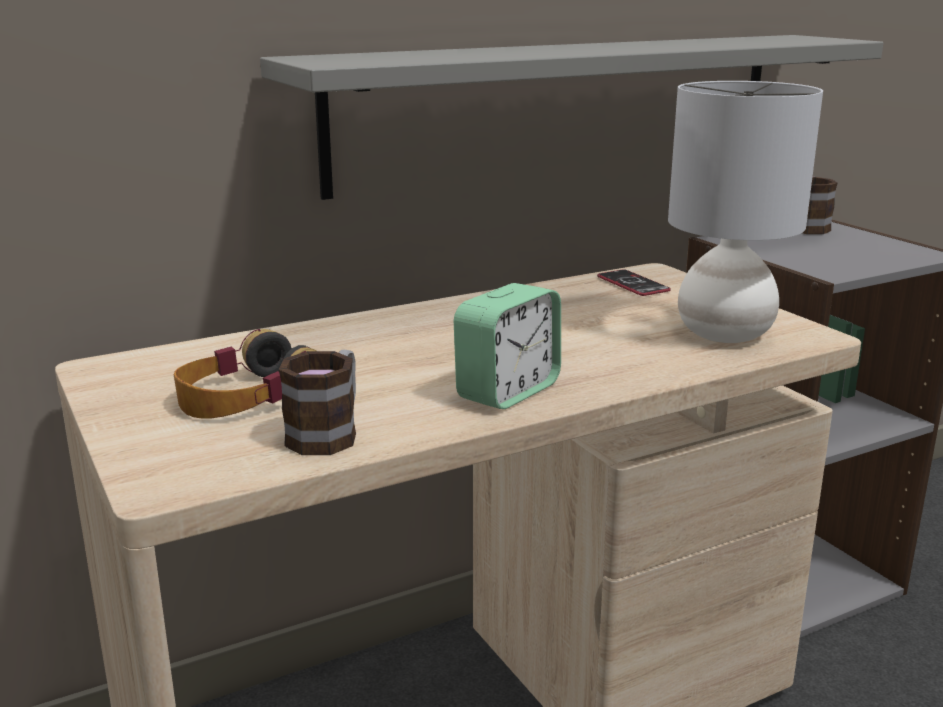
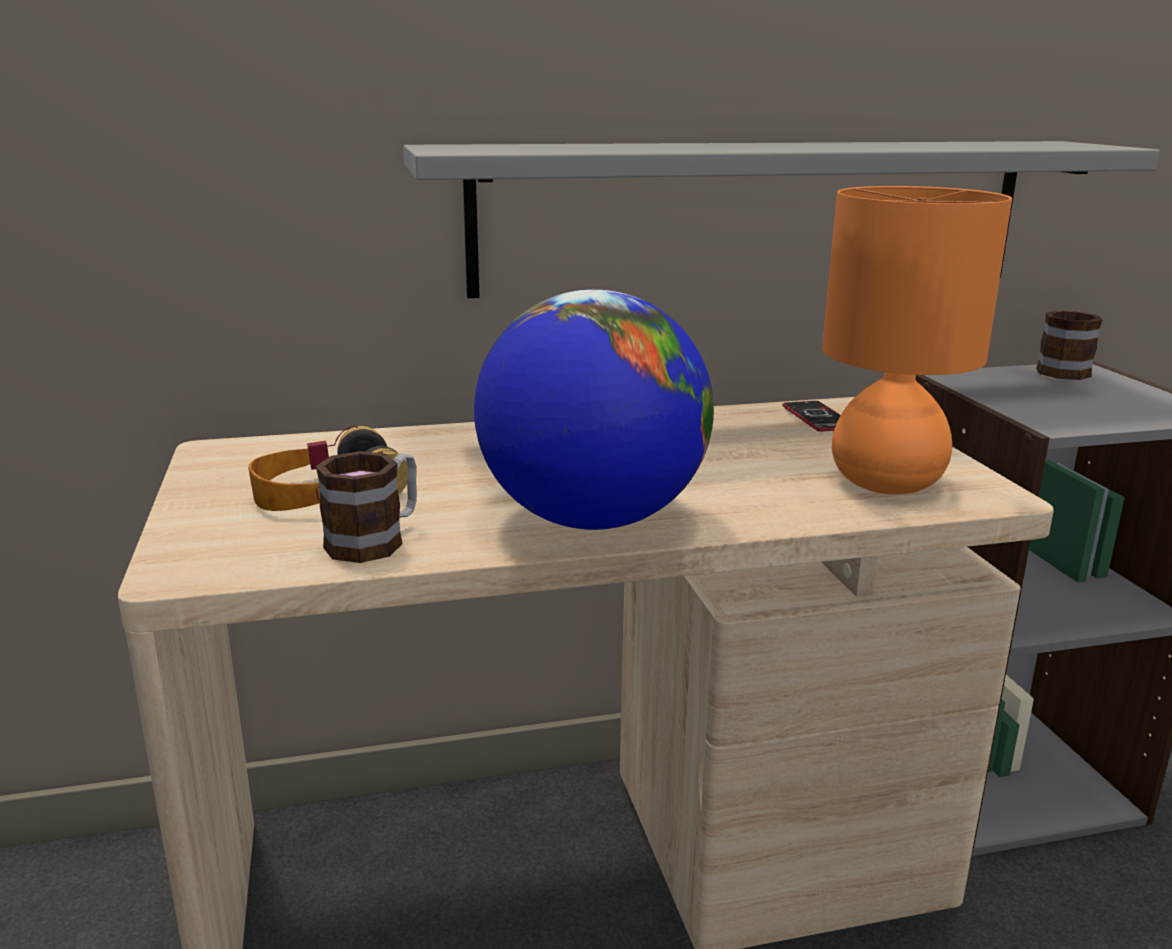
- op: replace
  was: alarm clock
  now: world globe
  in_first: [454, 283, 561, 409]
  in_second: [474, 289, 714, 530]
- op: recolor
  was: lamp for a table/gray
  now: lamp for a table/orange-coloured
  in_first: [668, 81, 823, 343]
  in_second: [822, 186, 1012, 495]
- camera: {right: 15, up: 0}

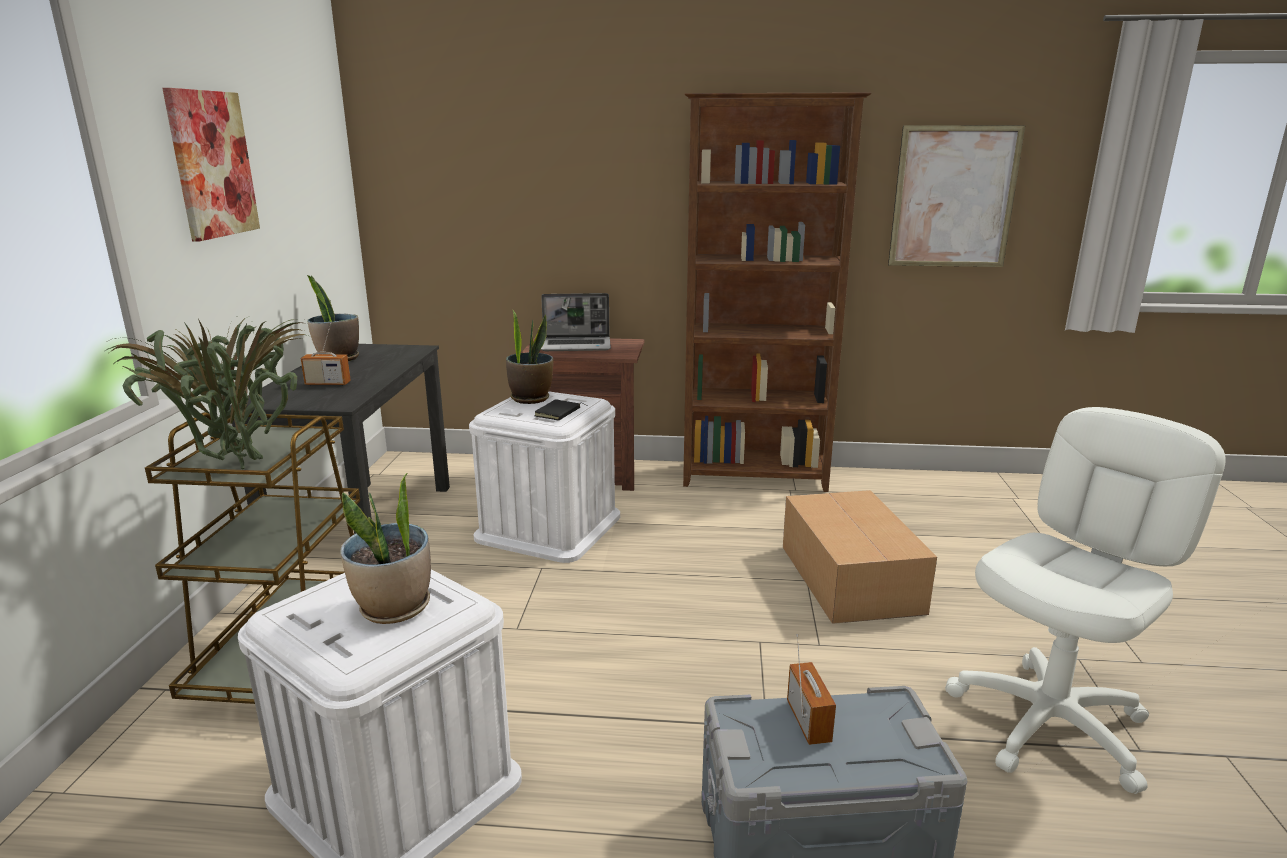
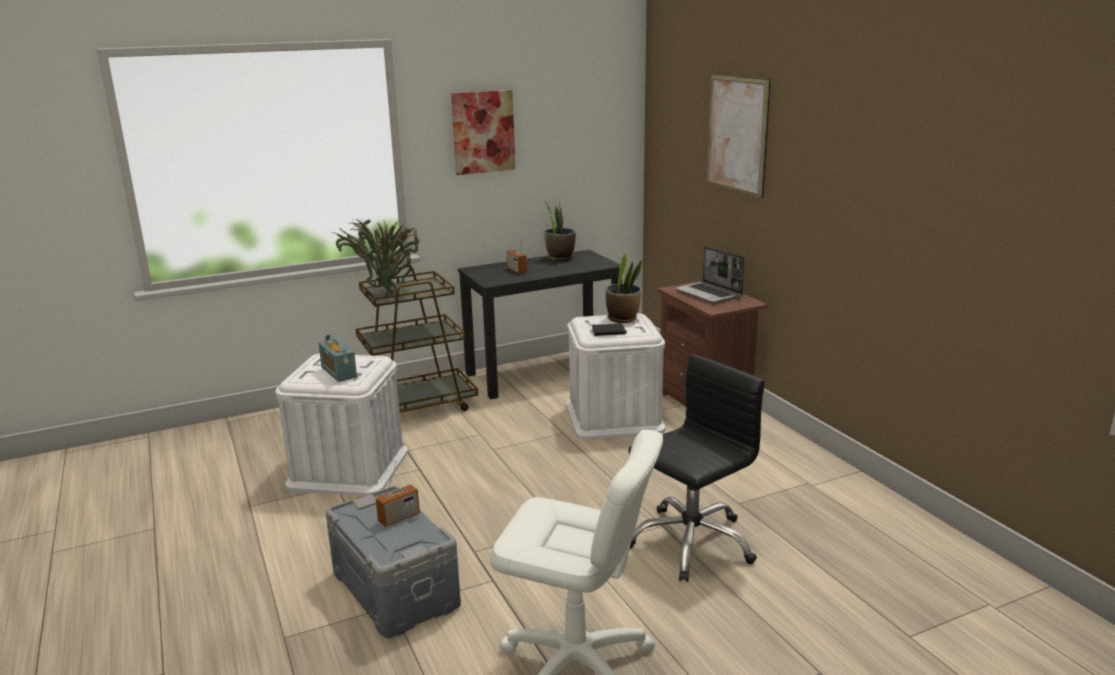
- op: replace
  was: houseplant
  now: radio set
  in_first: [340, 473, 431, 624]
  in_second: [319, 334, 357, 382]
- op: replace
  was: cardboard box
  now: computer chair/black-coloured
  in_first: [783, 490, 937, 624]
  in_second: [628, 354, 765, 582]
- op: move
  was: wall picture
  in_first: [888, 125, 1025, 267]
  in_second: [707, 74, 771, 198]
- op: delete
  was: bookcase/brown-coloured
  in_first: [683, 92, 871, 492]
- camera: {right: 60, up: 0}

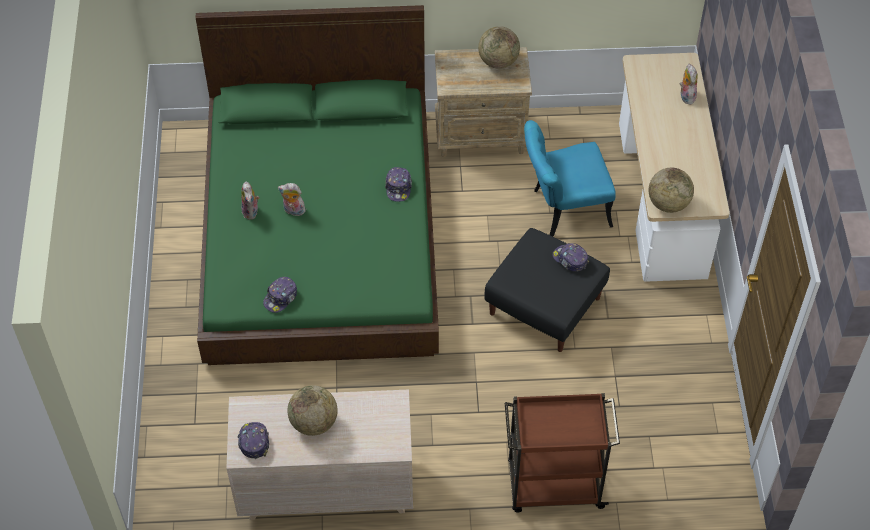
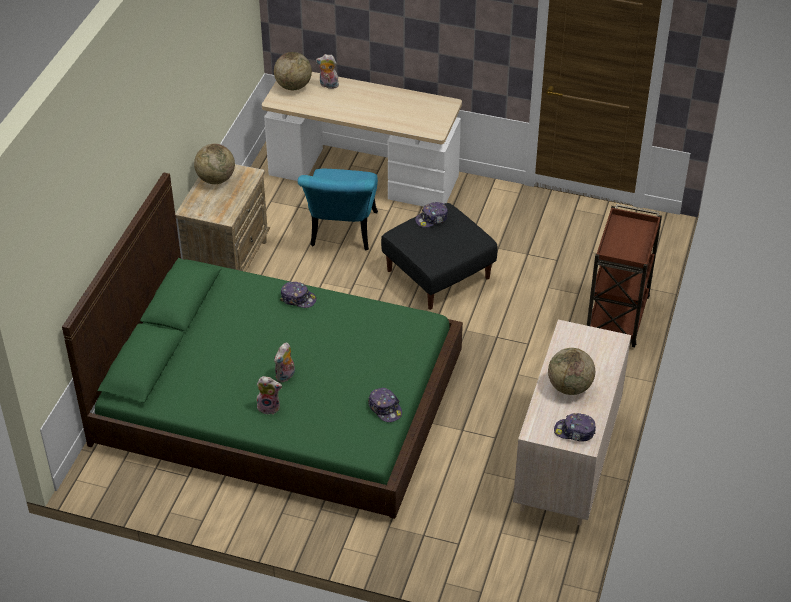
- op: move
  was: world globe
  in_first: [649, 168, 694, 213]
  in_second: [274, 52, 312, 90]
- camera: {right: -70, up: -10}

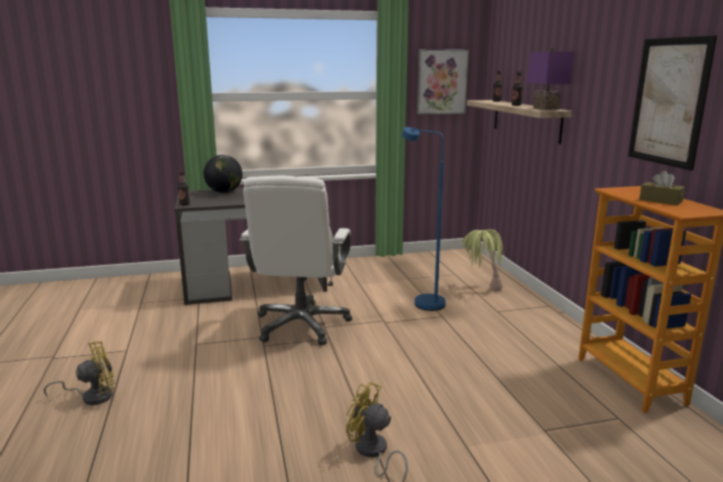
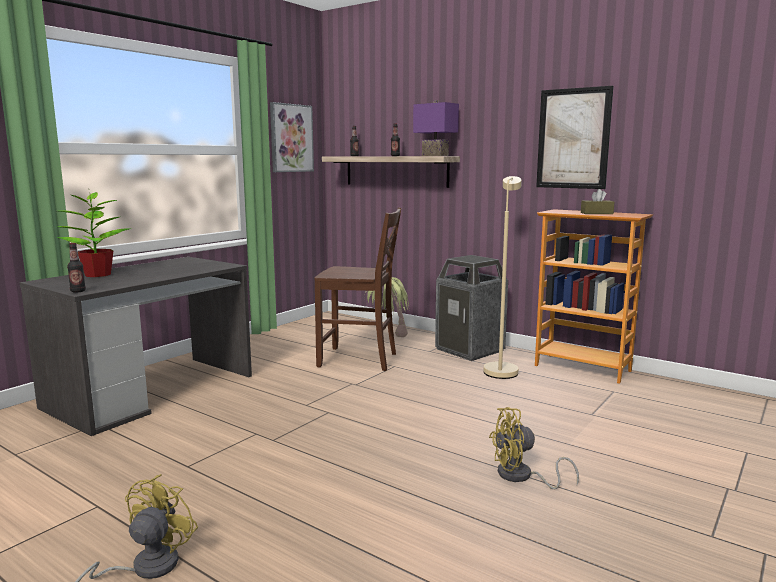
- op: replace
  was: world globe
  now: houseplant
  in_first: [204, 155, 242, 193]
  in_second: [57, 192, 131, 277]
- op: replace
  was: standard lamp/bluish
  now: chair/brown-coloured
  in_first: [402, 127, 446, 311]
  in_second: [315, 208, 401, 371]
- op: insert
  now: trash can
  in_second: [435, 255, 508, 361]
- op: insert
  now: standard lamp/beige
  in_second: [484, 176, 521, 379]
- op: delete
  was: computer chair/white-coloured
  in_first: [240, 176, 352, 345]
- camera: {right: -40, up: -5}

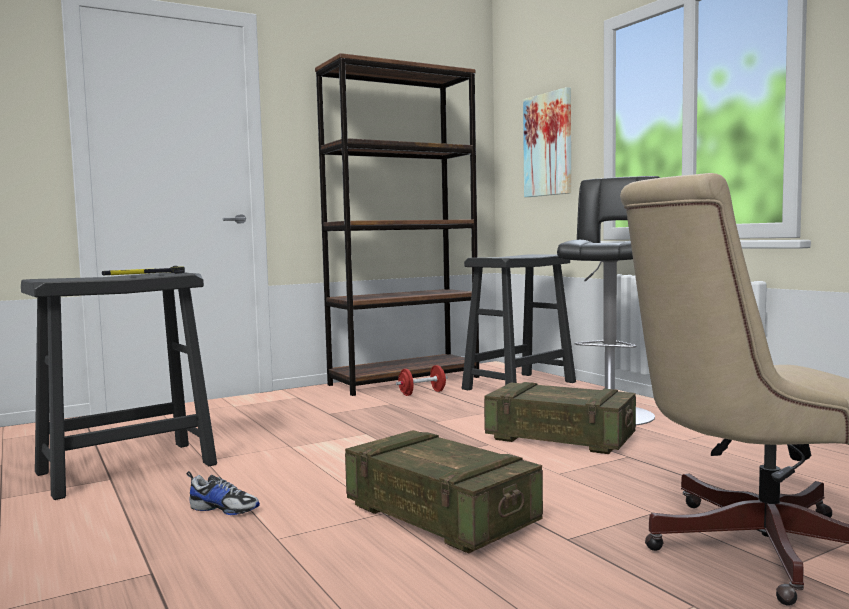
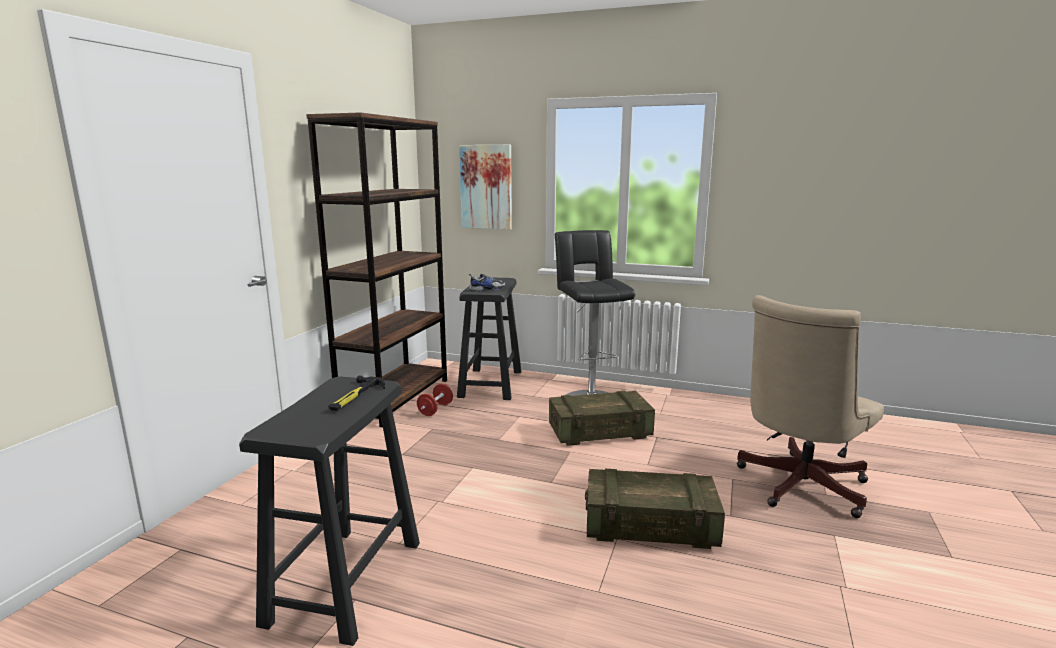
- op: move
  was: item of footwear
  in_first: [186, 471, 260, 515]
  in_second: [469, 274, 506, 291]
- camera: {right: -40, up: 10}

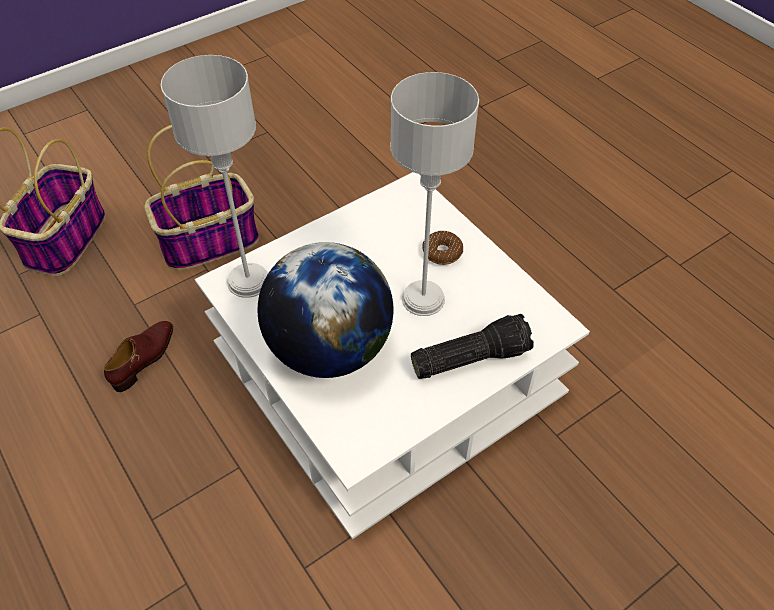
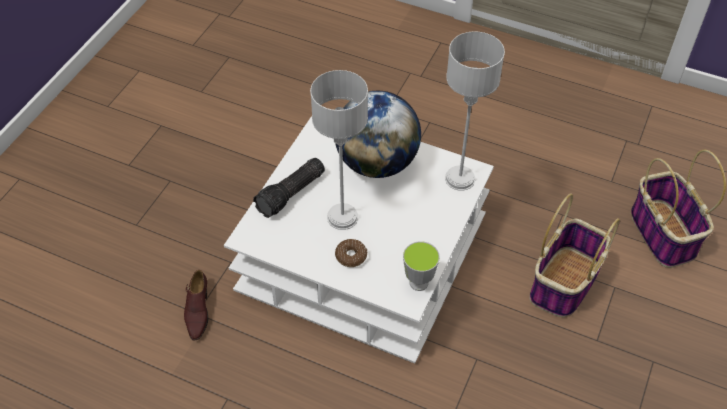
- op: move
  was: item of footwear/brown-coloured
  in_first: [104, 321, 173, 392]
  in_second: [184, 270, 208, 341]
- op: insert
  now: small cup
  in_second: [403, 241, 440, 291]
- camera: {right: 150, up: 0}

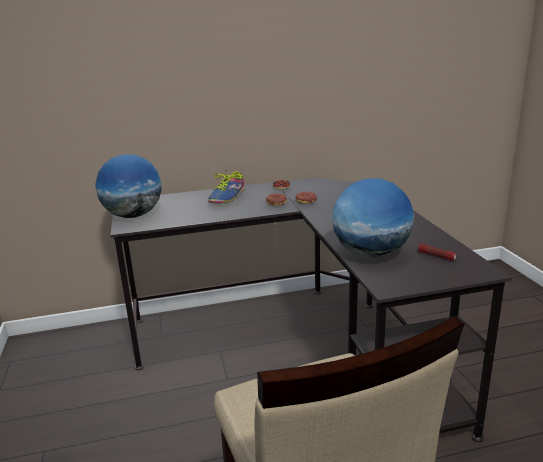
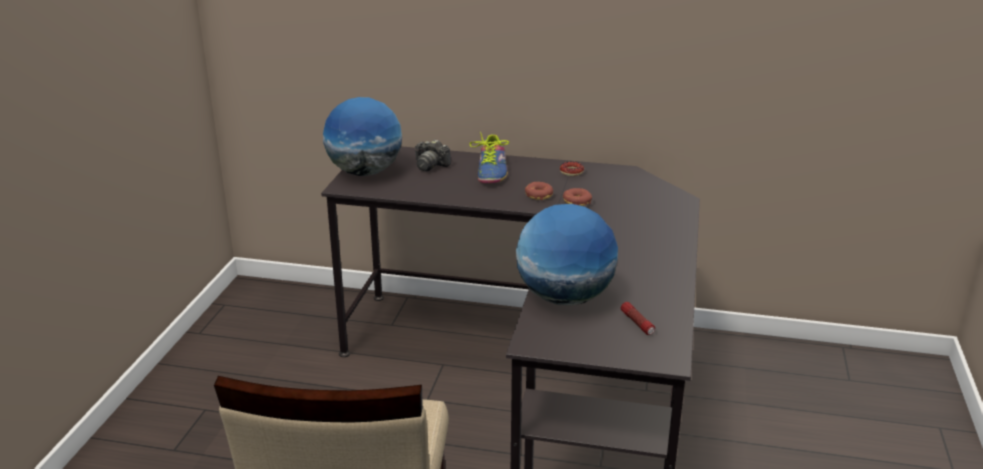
- op: insert
  now: still camera
  in_second: [415, 139, 451, 171]
- op: rotate
  was: item of footwear
  in_first: [208, 169, 245, 203]
  in_second: [470, 132, 509, 183]
  clockwise: -45
- camera: {right: 25, up: 5}

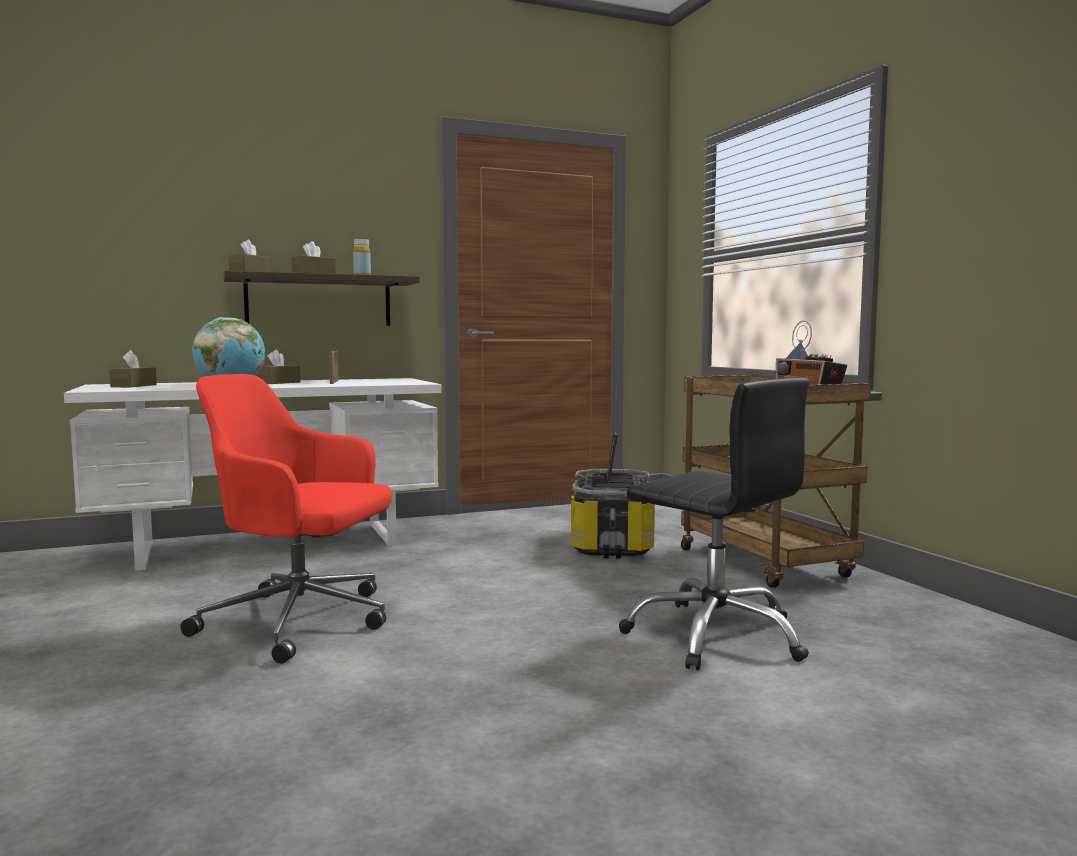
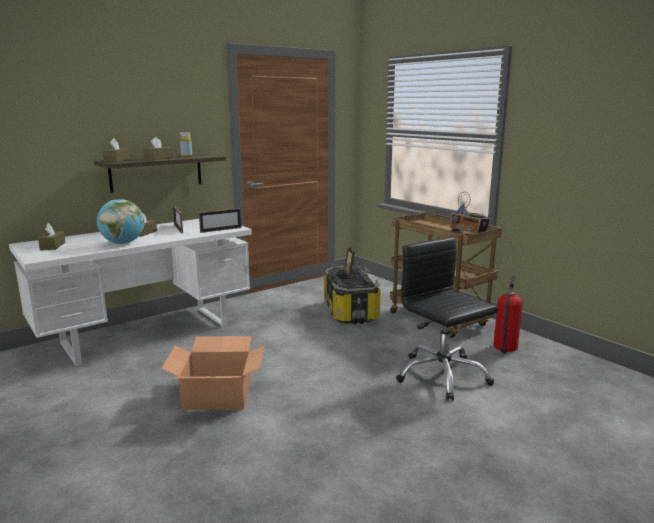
- op: replace
  was: computer chair/red-coloured
  now: cardboard box
  in_first: [180, 374, 392, 664]
  in_second: [161, 336, 265, 410]
- op: insert
  now: picture frame
  in_second: [199, 208, 242, 233]
- op: rotate
  was: computer chair/black-coloured
  in_first: [619, 378, 810, 671]
  in_second: [396, 237, 498, 401]
  clockwise: -150
- op: insert
  now: extinguisher
  in_second: [494, 276, 523, 353]
- camera: {right: -15, up: 10}

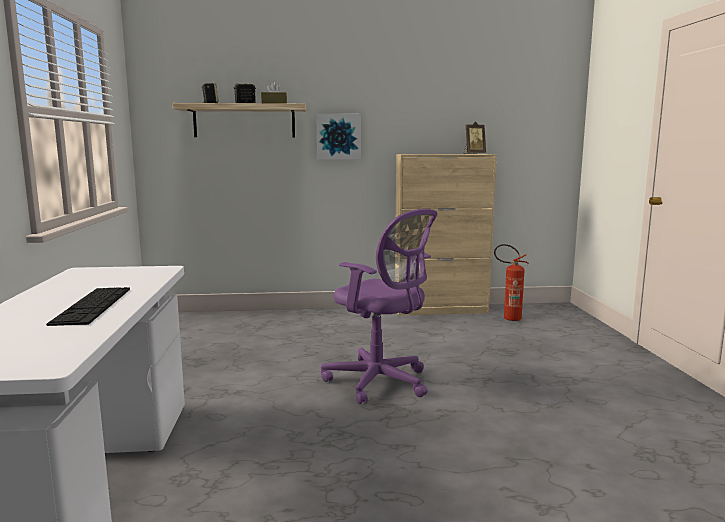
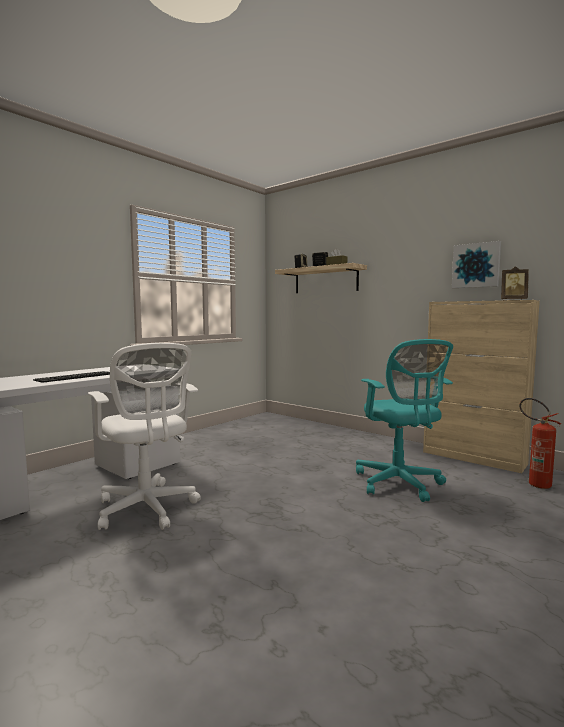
- op: insert
  now: computer chair/white-coloured
  in_second: [88, 343, 201, 530]
- op: insert
  now: computer chair/turquoise-coloured
  in_second: [356, 339, 453, 502]
- op: move
  was: wall picture
  in_first: [316, 114, 361, 159]
  in_second: [452, 241, 501, 288]
- op: delete
  was: computer chair/purplish
  in_first: [321, 209, 437, 404]
- camera: {right: 45, up: -5}

